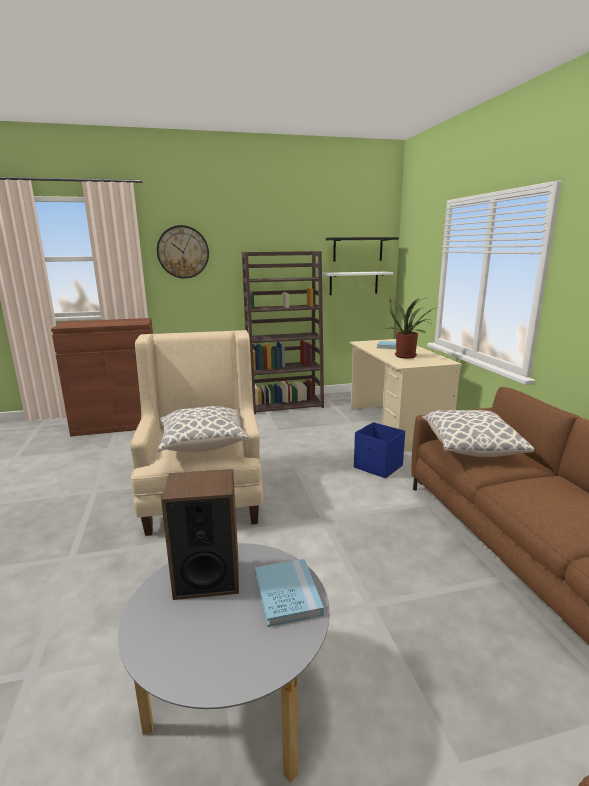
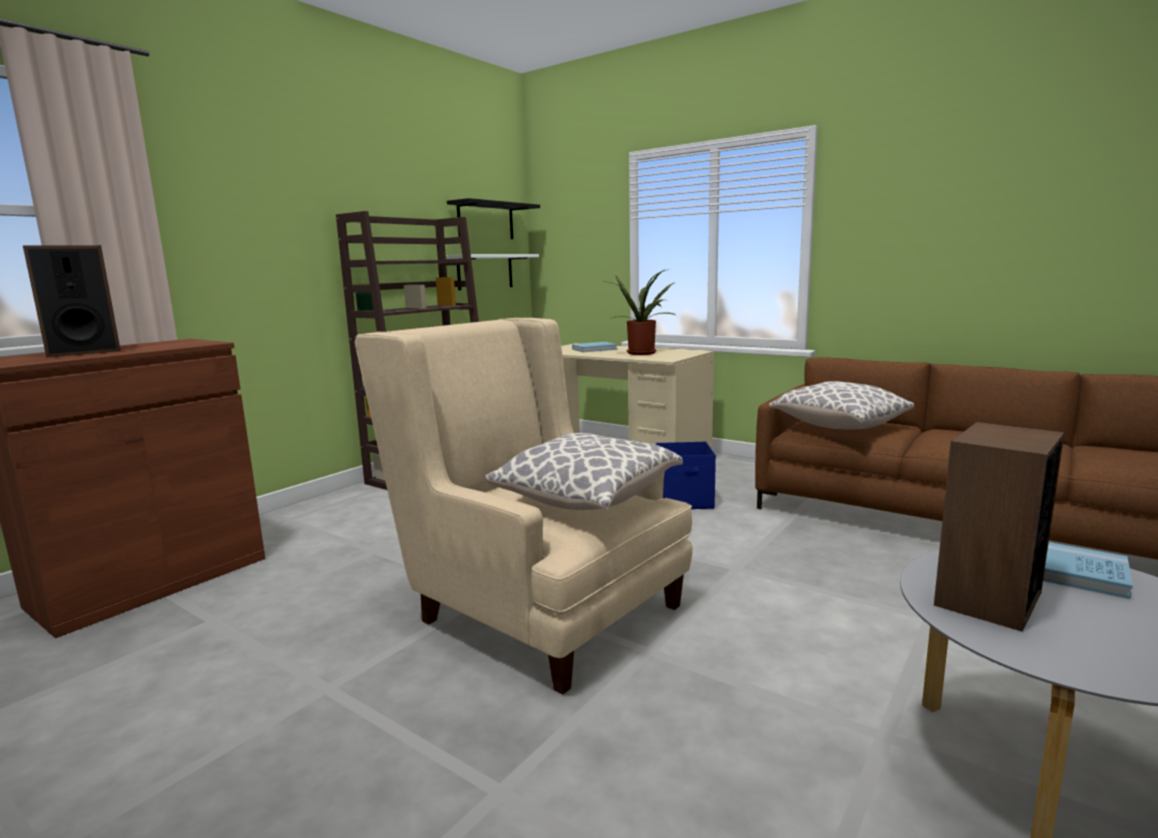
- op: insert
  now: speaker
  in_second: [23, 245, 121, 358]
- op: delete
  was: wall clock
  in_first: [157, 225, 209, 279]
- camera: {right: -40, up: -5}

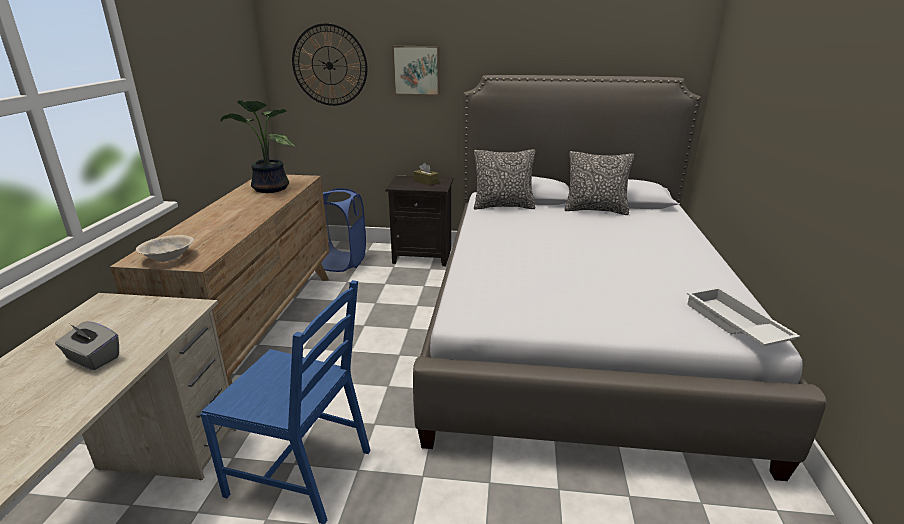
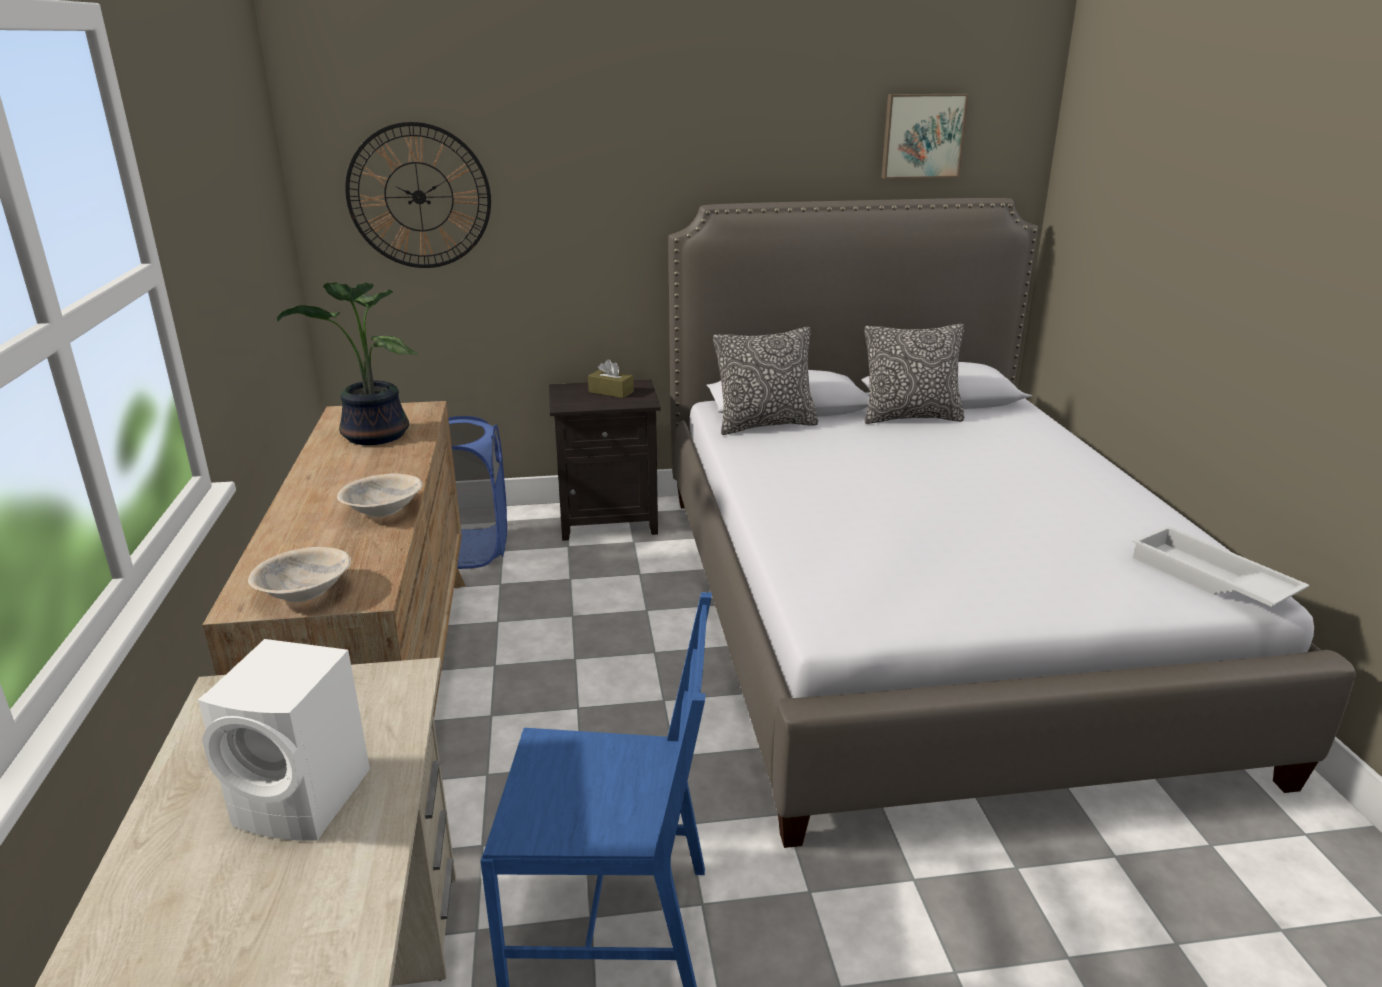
- op: replace
  was: tissue holder/gray
  now: speaker/white-coloured
  in_first: [55, 321, 119, 370]
  in_second: [198, 639, 370, 841]
- op: insert
  now: bowl/beige
  in_second: [337, 474, 423, 517]
- op: move
  was: wall picture
  in_first: [392, 46, 440, 95]
  in_second: [881, 94, 969, 179]
- camera: {right: -15, up: 0}

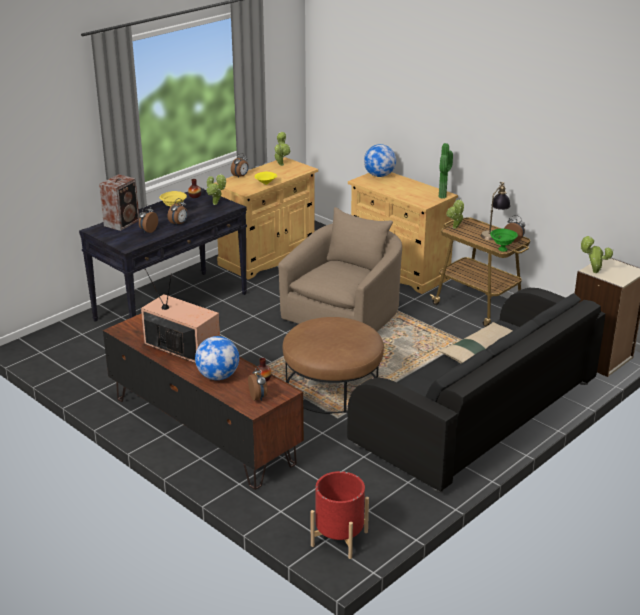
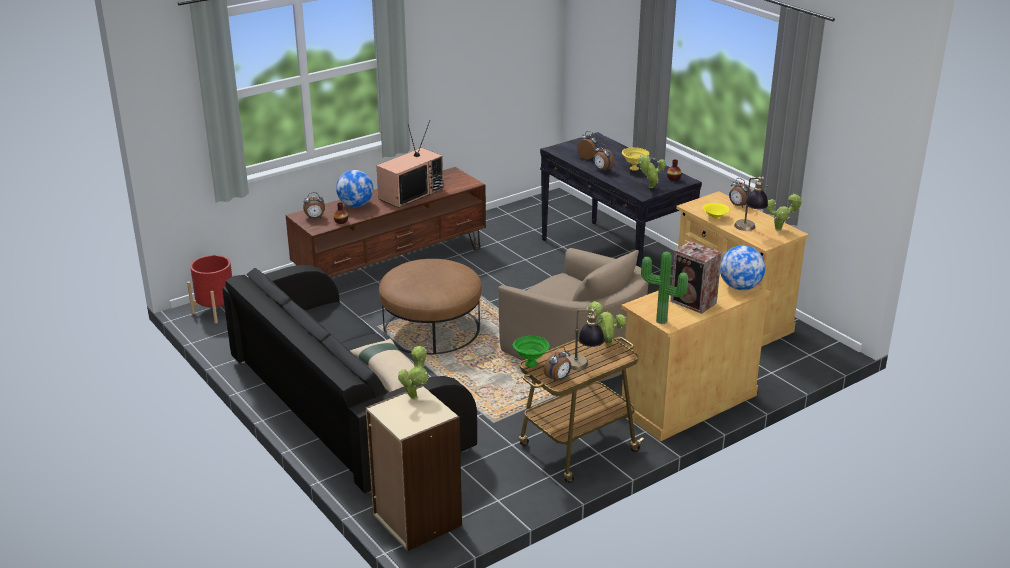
- op: move
  was: speaker
  in_first: [99, 174, 139, 231]
  in_second: [670, 241, 722, 314]
- op: insert
  now: lamp for a table
  in_second: [734, 177, 768, 231]
- camera: {right: 100, up: 0}

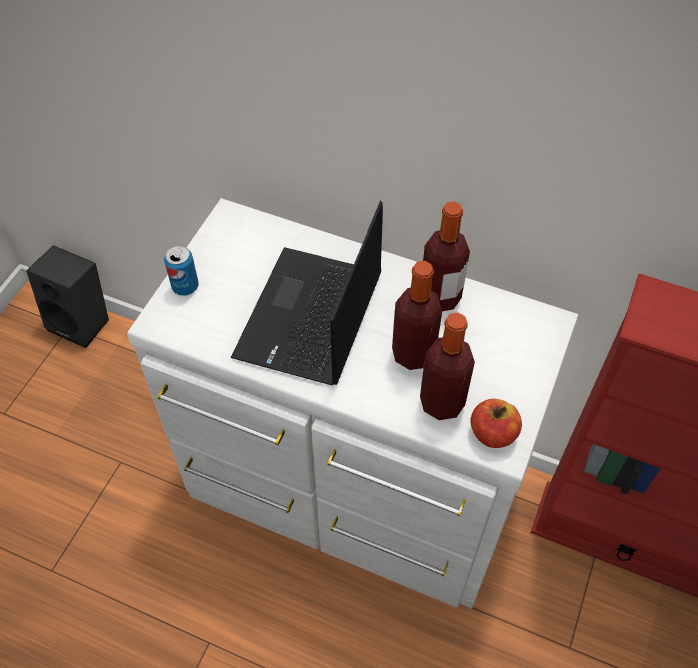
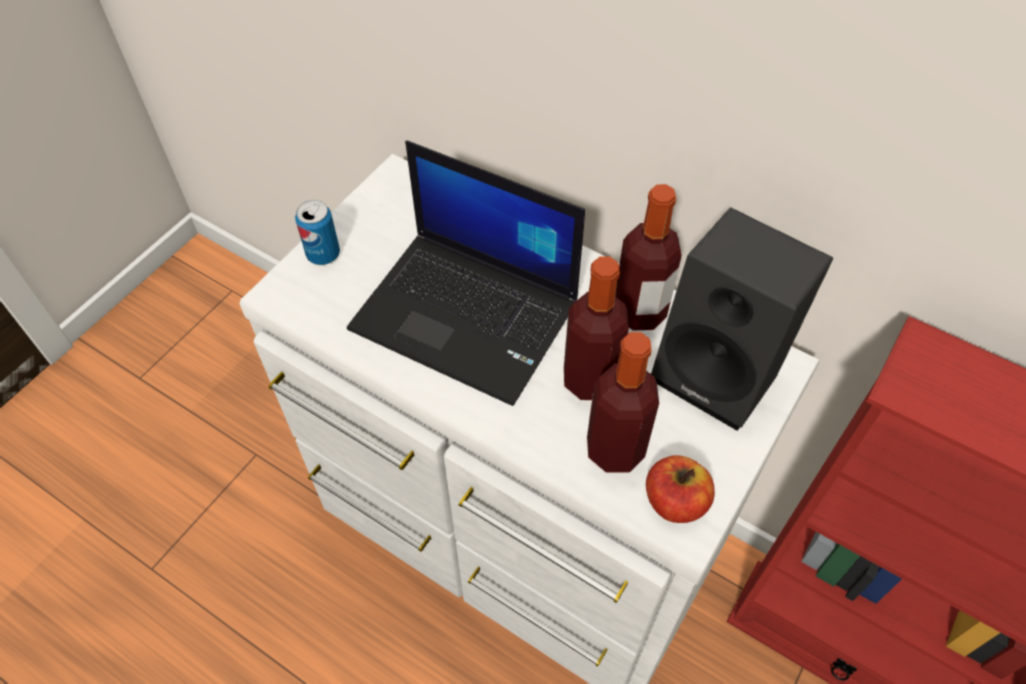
- op: rotate
  was: laptop
  in_first: [231, 201, 383, 386]
  in_second: [347, 140, 585, 406]
  clockwise: -90
- op: move
  was: speaker/black-coloured
  in_first: [26, 245, 109, 348]
  in_second: [651, 207, 833, 431]
- camera: {right: 10, up: 0}

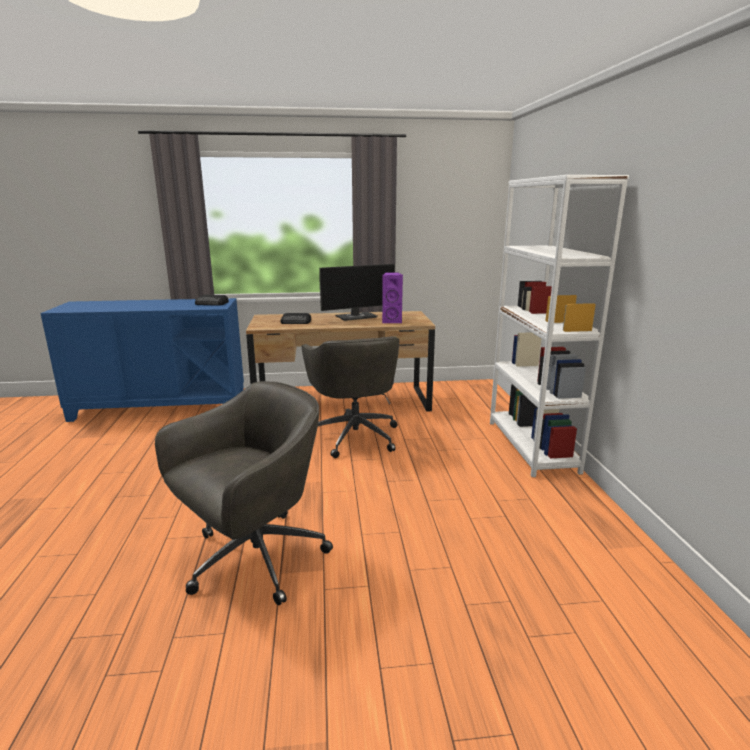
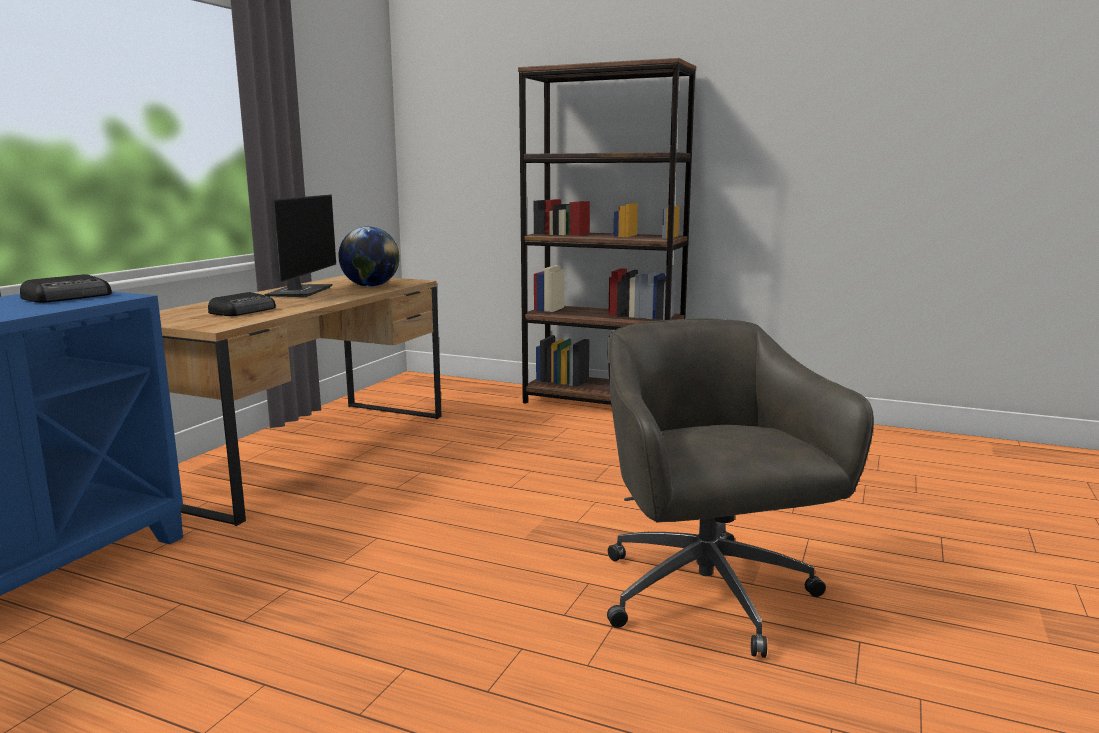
- op: replace
  was: speaker/purplish
  now: world globe
  in_first: [382, 272, 403, 323]
  in_second: [338, 226, 400, 287]
- op: recolor
  was: bookcase/white-coloured
  now: bookcase/brown-coloured
  in_first: [490, 175, 629, 477]
  in_second: [518, 58, 696, 405]
- op: delete
  was: computer chair/gray
  in_first: [302, 336, 399, 458]
- camera: {right: -60, up: -5}

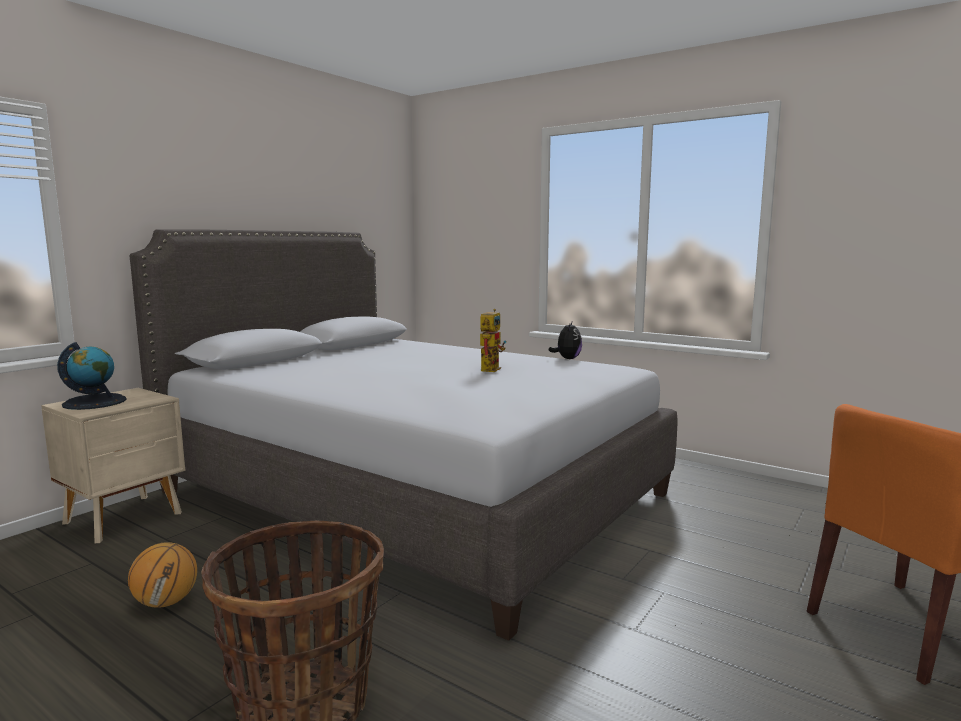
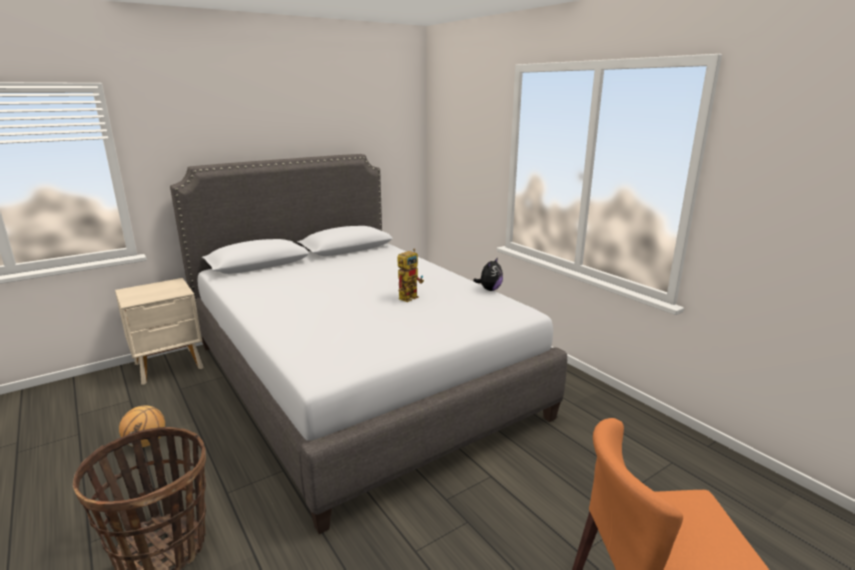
- op: delete
  was: world globe
  in_first: [57, 342, 127, 410]
- camera: {right: 20, up: 10}

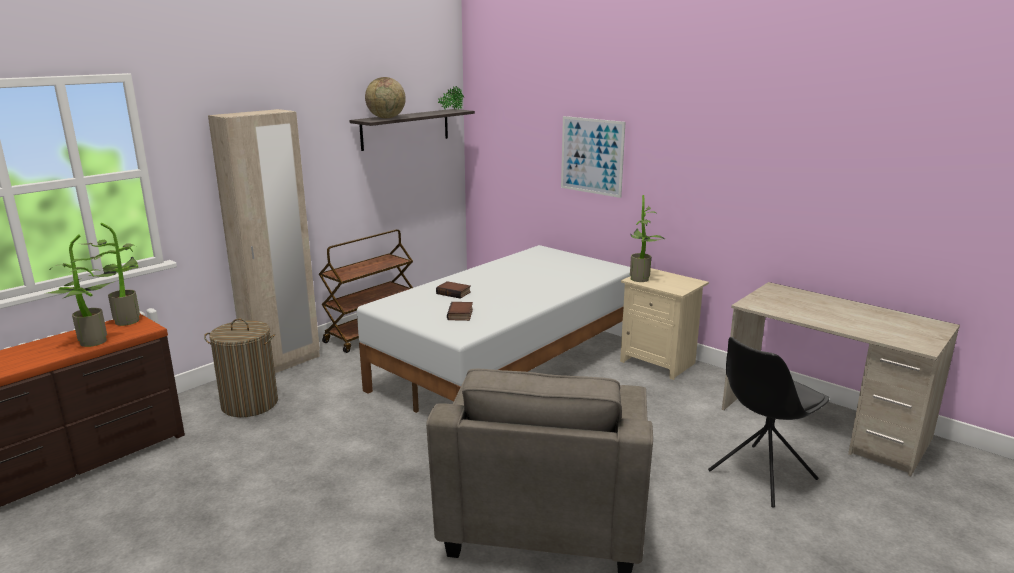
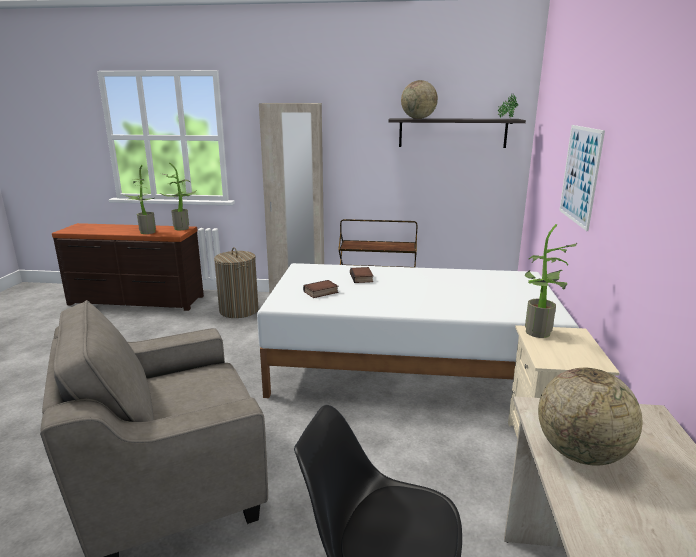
- op: insert
  now: world globe
  in_second: [538, 368, 642, 466]
- camera: {right: 55, up: 0}

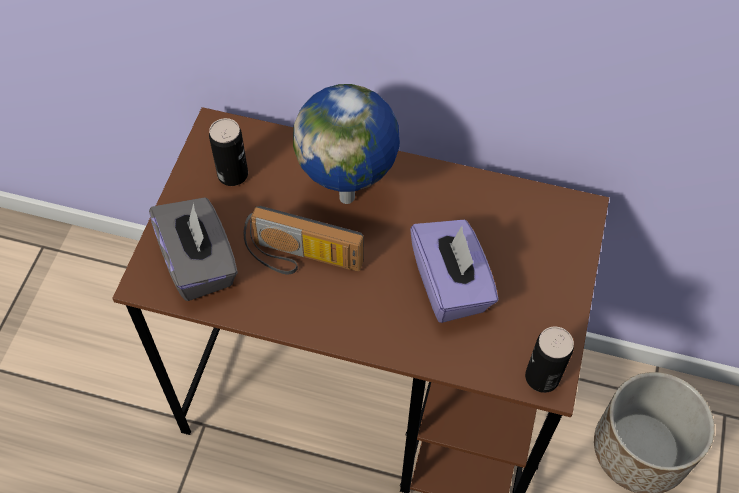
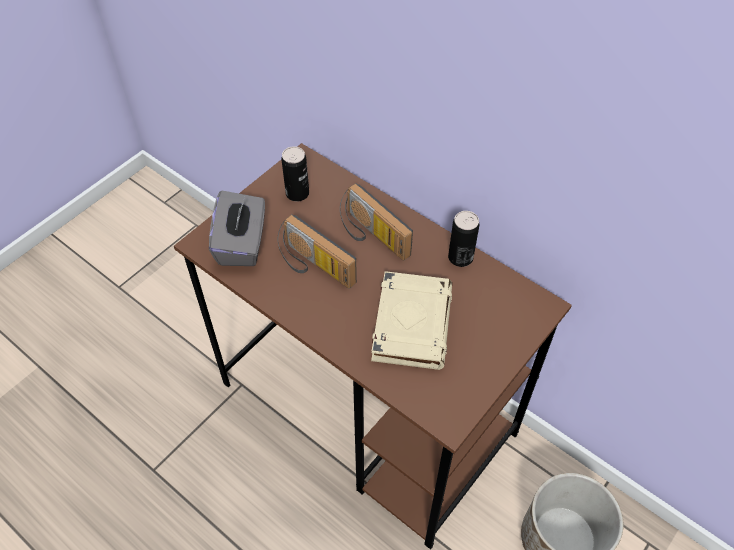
- op: replace
  was: world globe
  now: radio set
  in_first: [293, 84, 400, 204]
  in_second: [340, 183, 413, 260]
- op: replace
  was: tissue holder/purplish
  now: volume/beige
  in_first: [410, 220, 498, 323]
  in_second: [371, 271, 452, 370]
- op: move
  was: sealed can
  in_first: [525, 326, 574, 393]
  in_second: [448, 211, 479, 267]
- camera: {right: 25, up: -5}

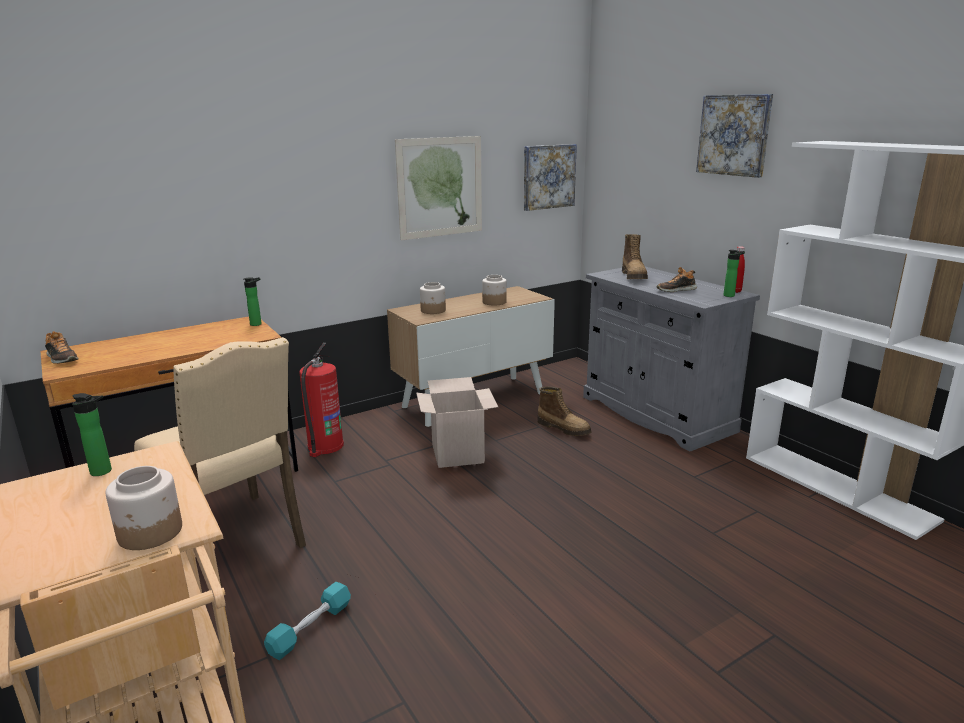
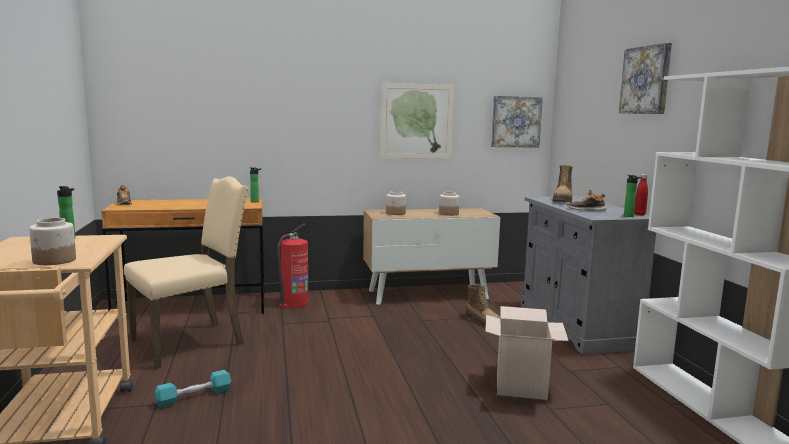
- op: rotate
  was: chair/beige
  in_first: [134, 337, 306, 587]
  in_second: [124, 176, 249, 369]
  clockwise: -105
- op: move
  was: cardboard box
  in_first: [416, 377, 498, 468]
  in_second: [485, 306, 569, 400]
- camera: {right: 20, up: -10}

